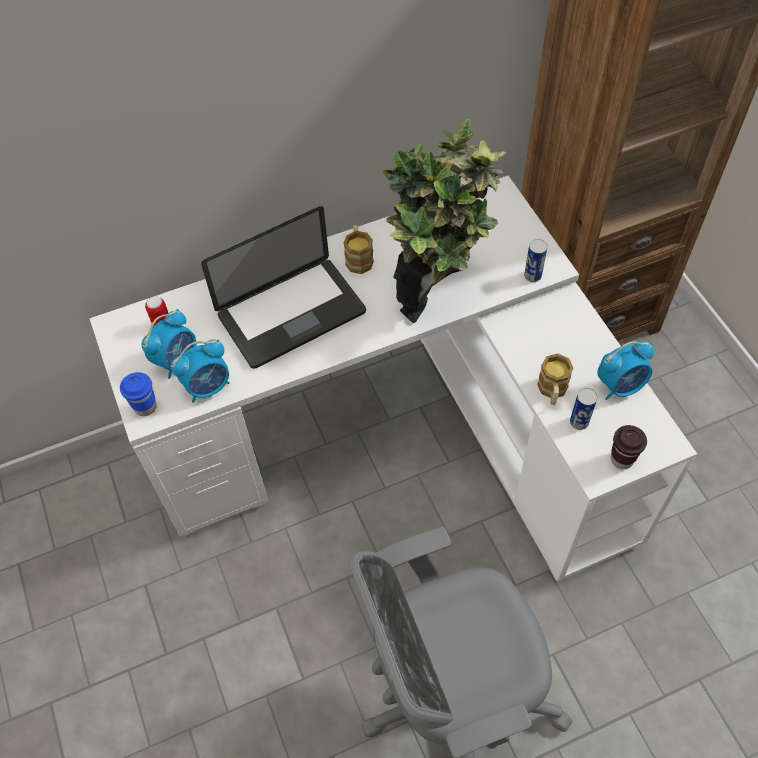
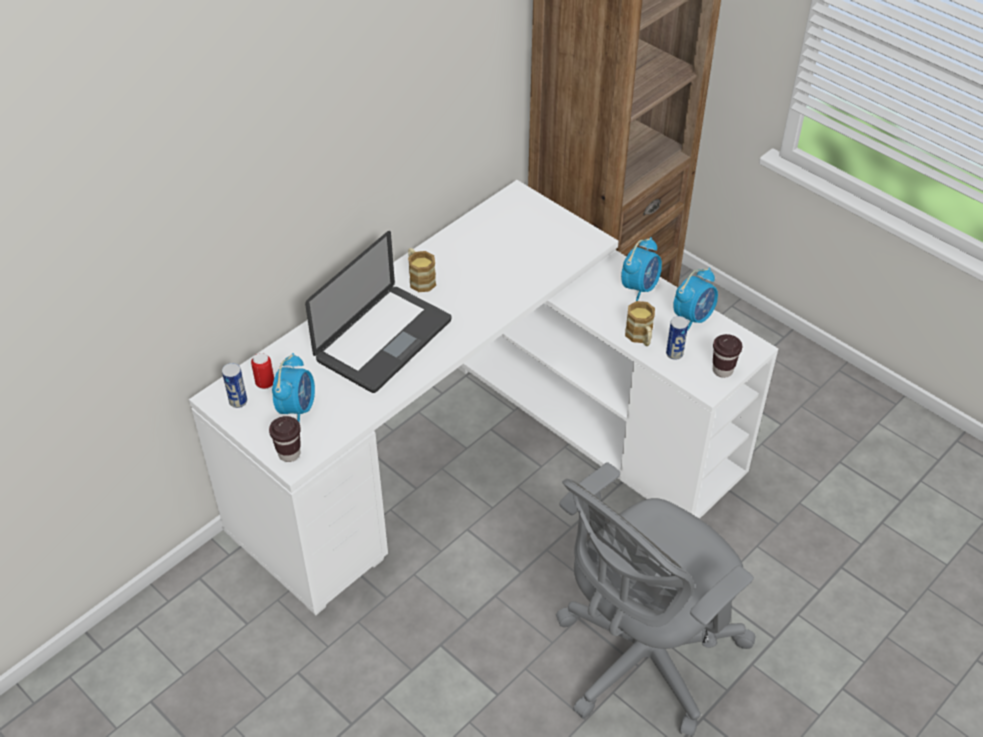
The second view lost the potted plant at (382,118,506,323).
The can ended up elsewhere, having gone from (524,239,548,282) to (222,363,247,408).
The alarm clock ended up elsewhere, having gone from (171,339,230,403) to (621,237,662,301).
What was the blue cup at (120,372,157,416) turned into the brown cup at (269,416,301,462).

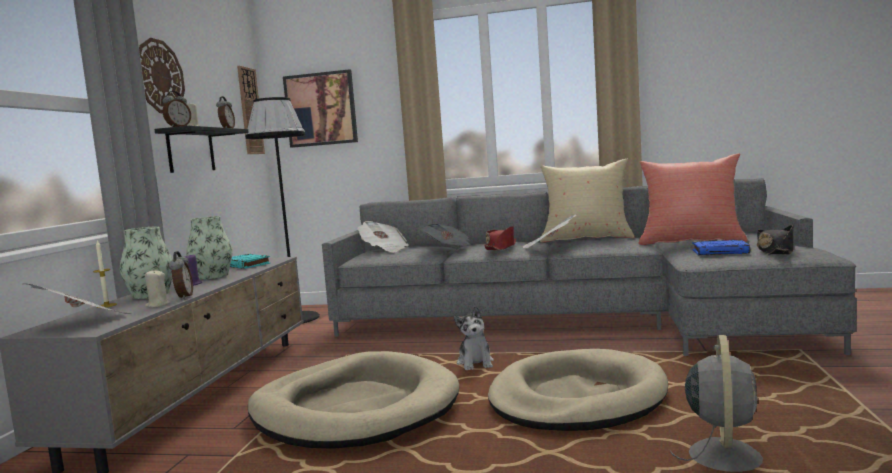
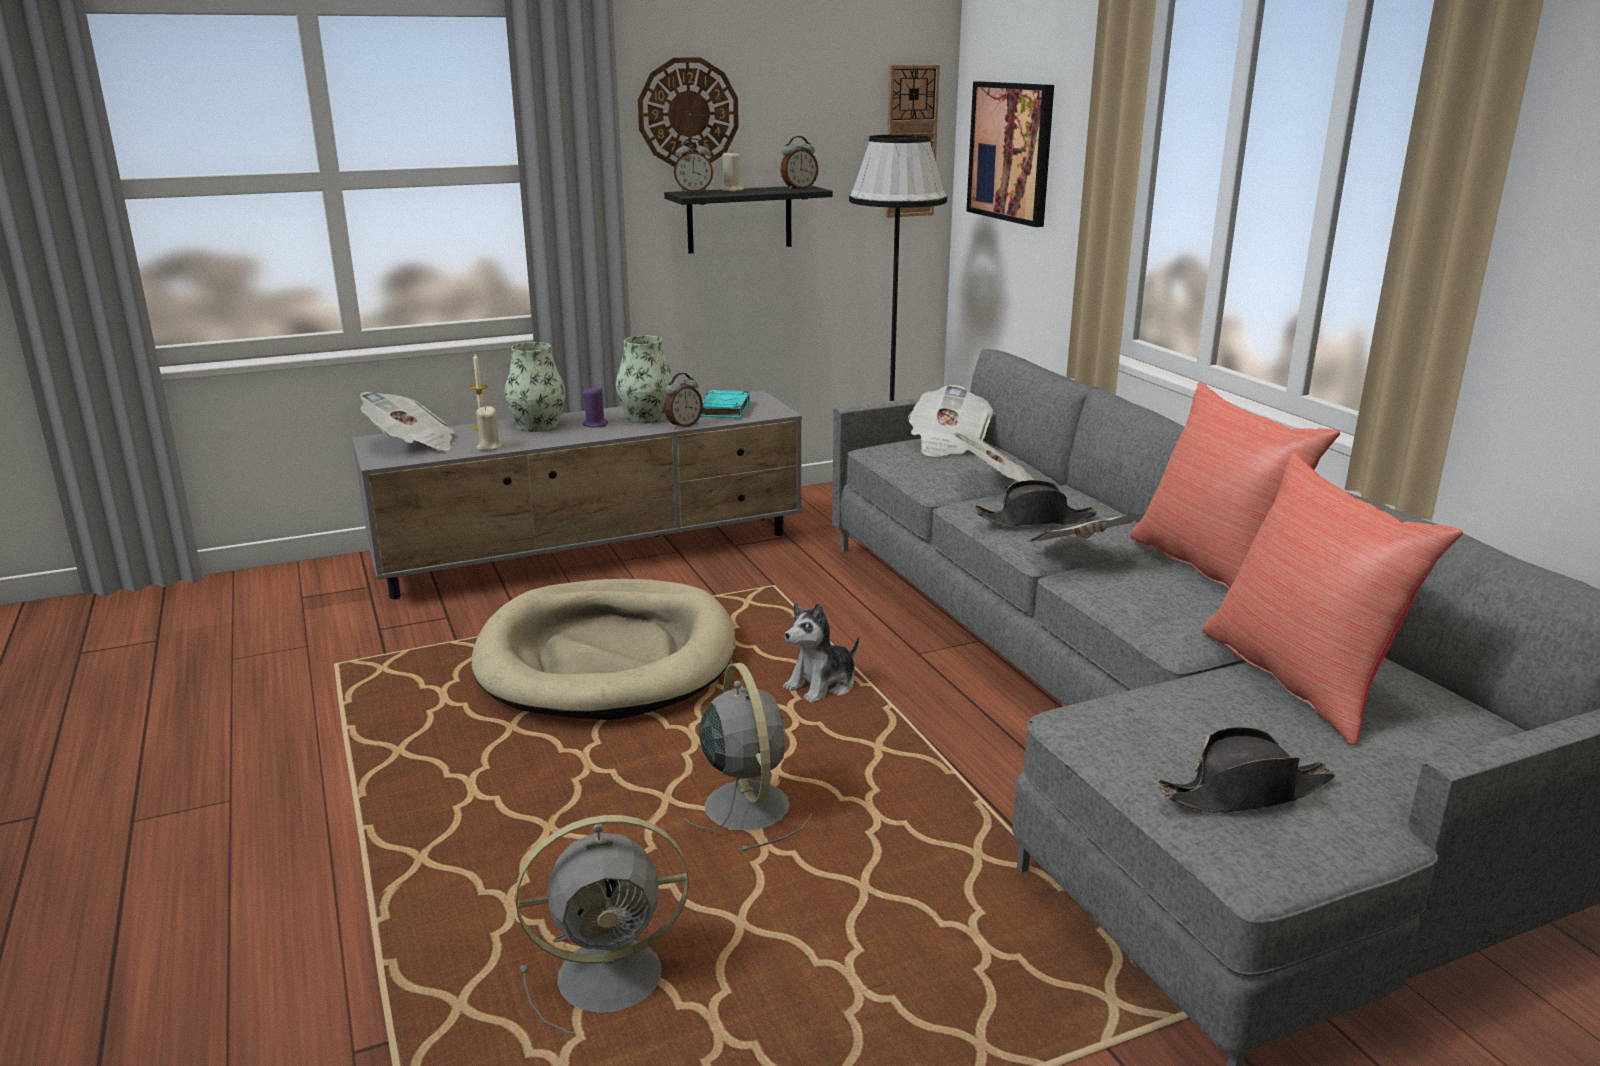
What was the beige pillow at (540,159,634,242) turned into the red pillow at (1130,382,1340,589).
What was the red hat at (484,226,516,250) turned into the black hat at (974,480,1097,526).
The second view lost the blue book at (692,240,750,255).
The alarm clock ended up elsewhere, having gone from (169,251,193,299) to (664,373,703,429).
Where the beige dog bed stood at (488,349,668,431), the grey fan came to stand at (684,663,812,852).

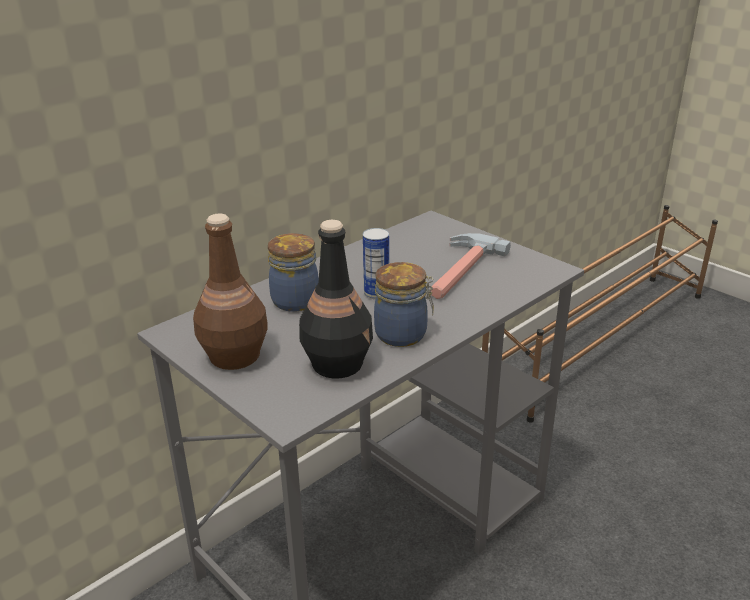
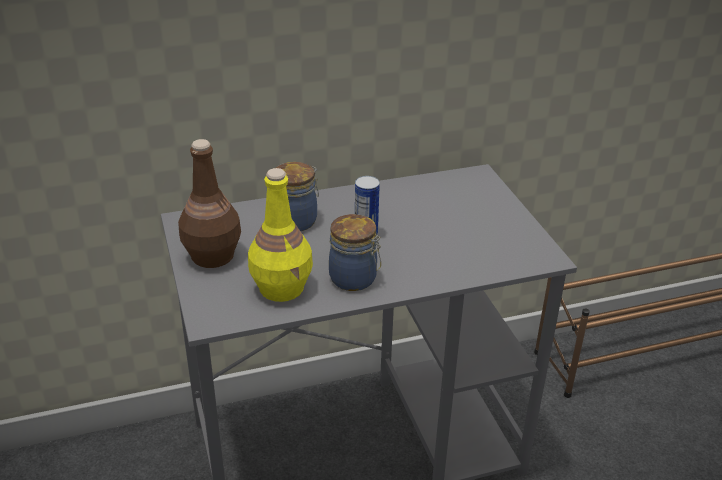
What was the black bottle at (299,220,373,379) turned into the yellow bottle at (248,168,313,302).
The second view lost the hammer at (431,233,511,299).

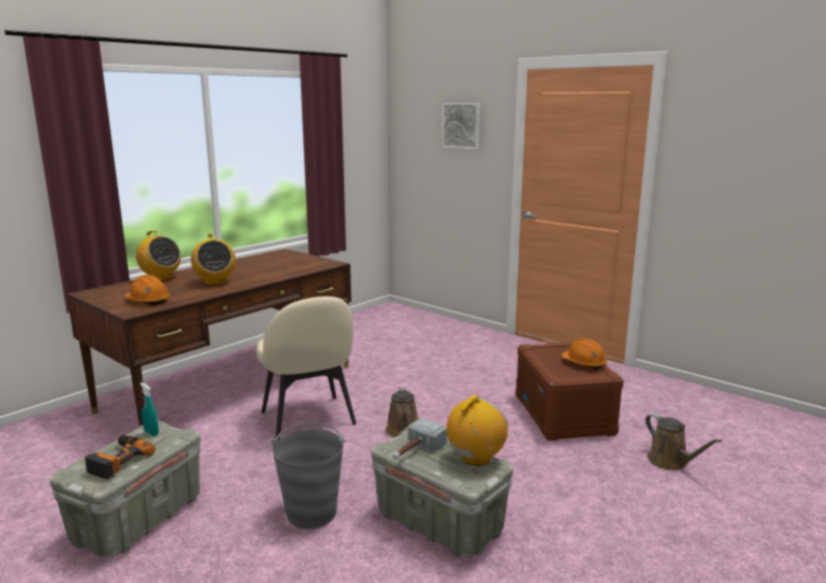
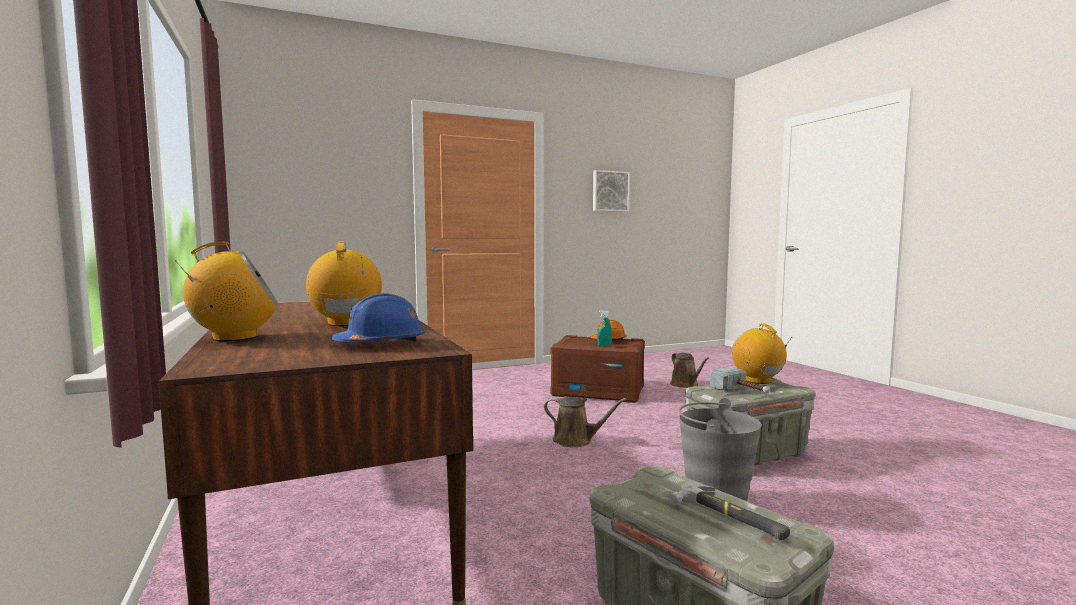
The picture ended up elsewhere, having gone from (442,103,481,149) to (593,170,630,212).
The radio at (191,233,236,285) ended up facing another way, 105 degrees counterclockwise from before.
What was the orange hard hat at (125,275,170,305) turned into the blue hard hat at (332,293,425,343).
The second view lost the beige chair at (256,296,356,440).
The turquoise spray bottle ended up elsewhere, having gone from (140,382,159,436) to (597,310,612,347).
The brown watering can at (645,413,722,470) ended up facing another way, 75 degrees clockwise from before.
Where the power drill stood at (85,435,155,479), the hammer came to stand at (668,484,790,540).

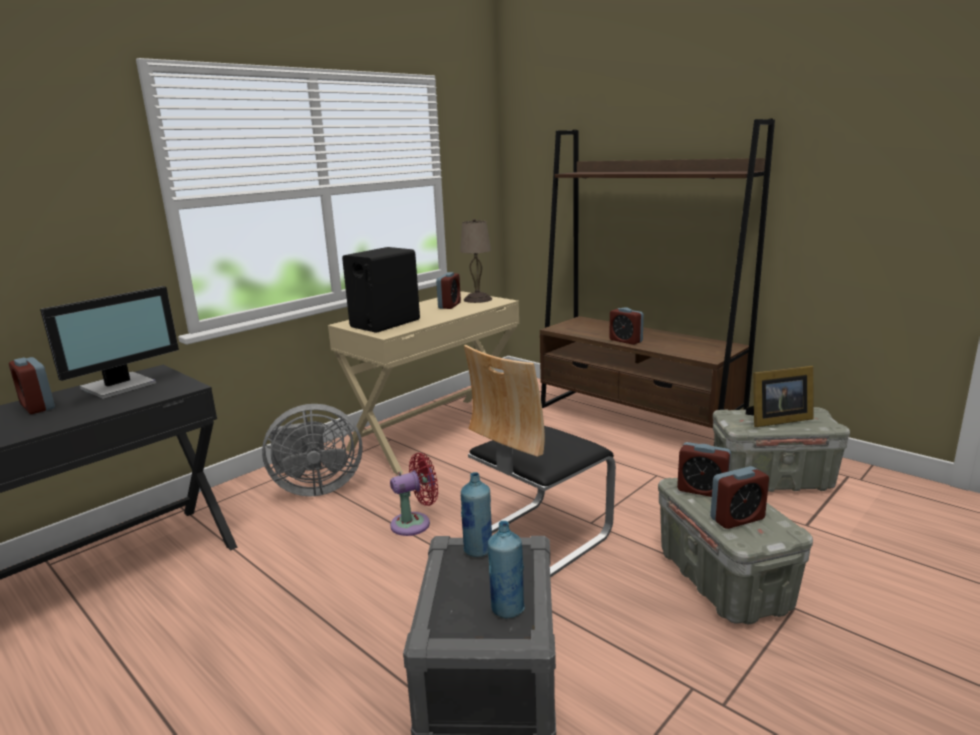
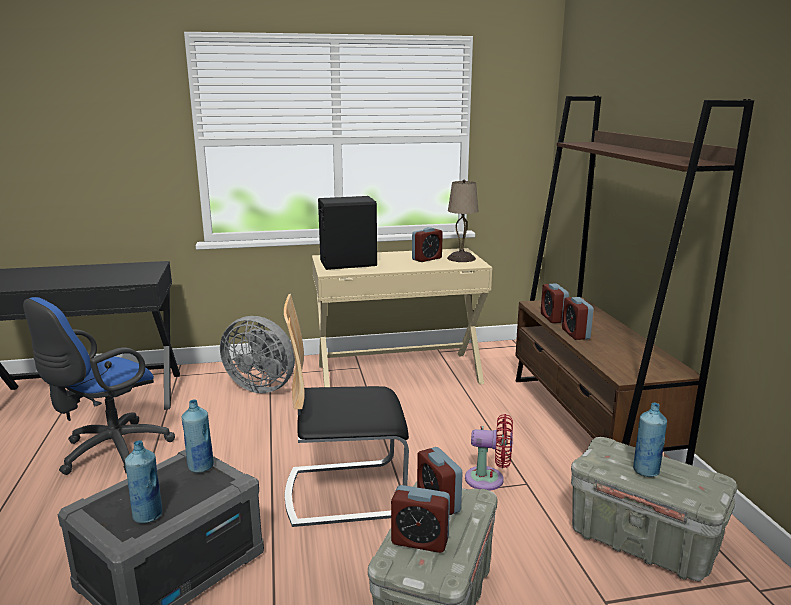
The second view lost the monitor at (40,286,179,399).
The alarm clock ended up elsewhere, having gone from (9,357,55,414) to (541,284,569,323).
Where the picture frame stood at (746,366,813,427), the blue bottle came to stand at (633,403,667,477).
The red fan ended up elsewhere, having gone from (390,453,438,536) to (465,414,513,491).
The second view gained the blue office chair at (23,297,175,475).

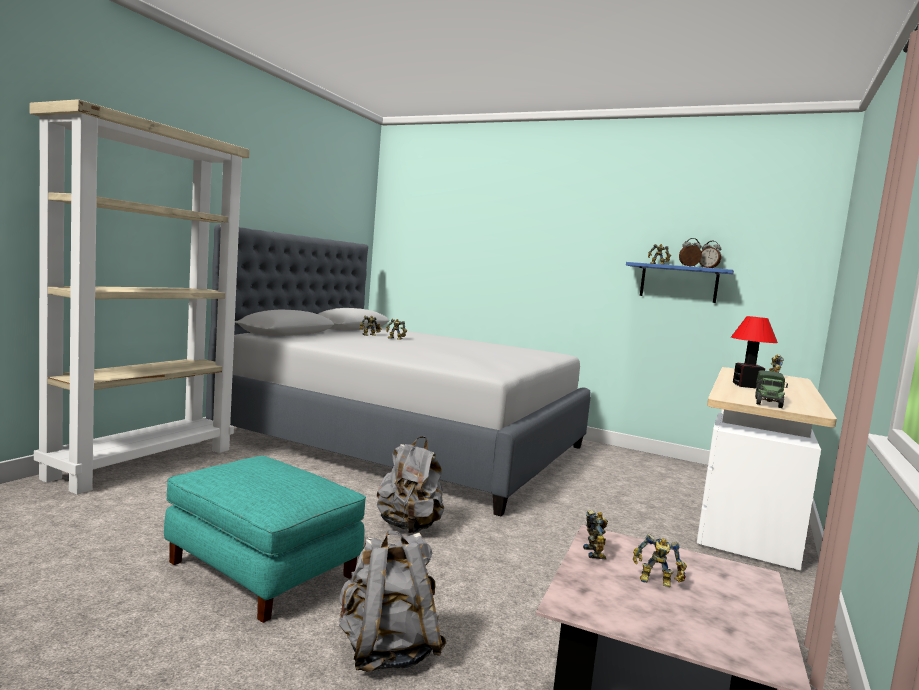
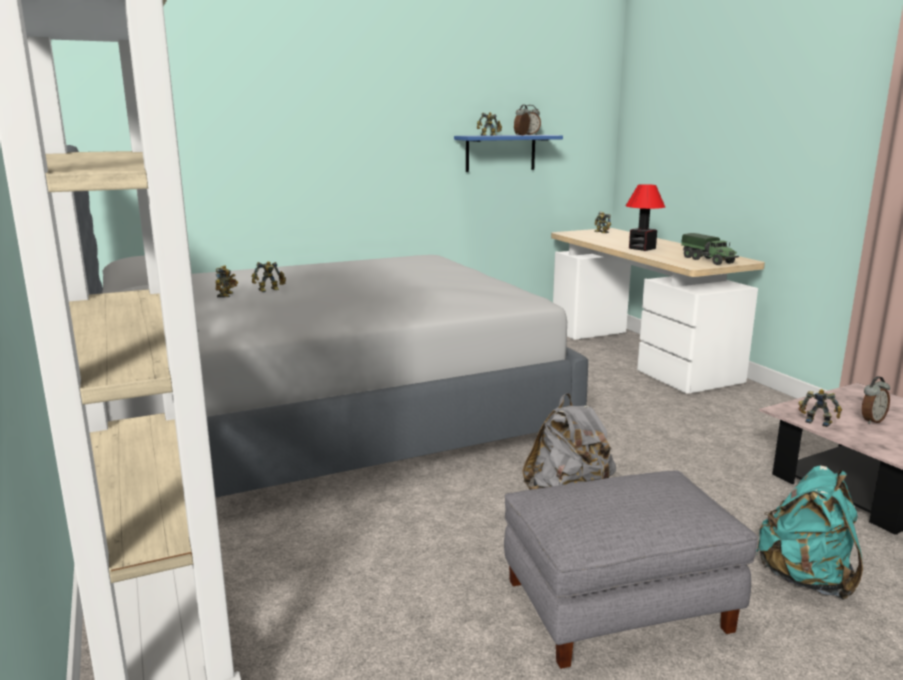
What was the turquoise ottoman at (164,456,366,623) turned into the grey ottoman at (504,470,759,669).
What was the grey backpack at (339,530,446,672) turned into the turquoise backpack at (756,465,863,600).
Where the toy robot stood at (633,534,687,587), the alarm clock came to stand at (862,376,890,424).

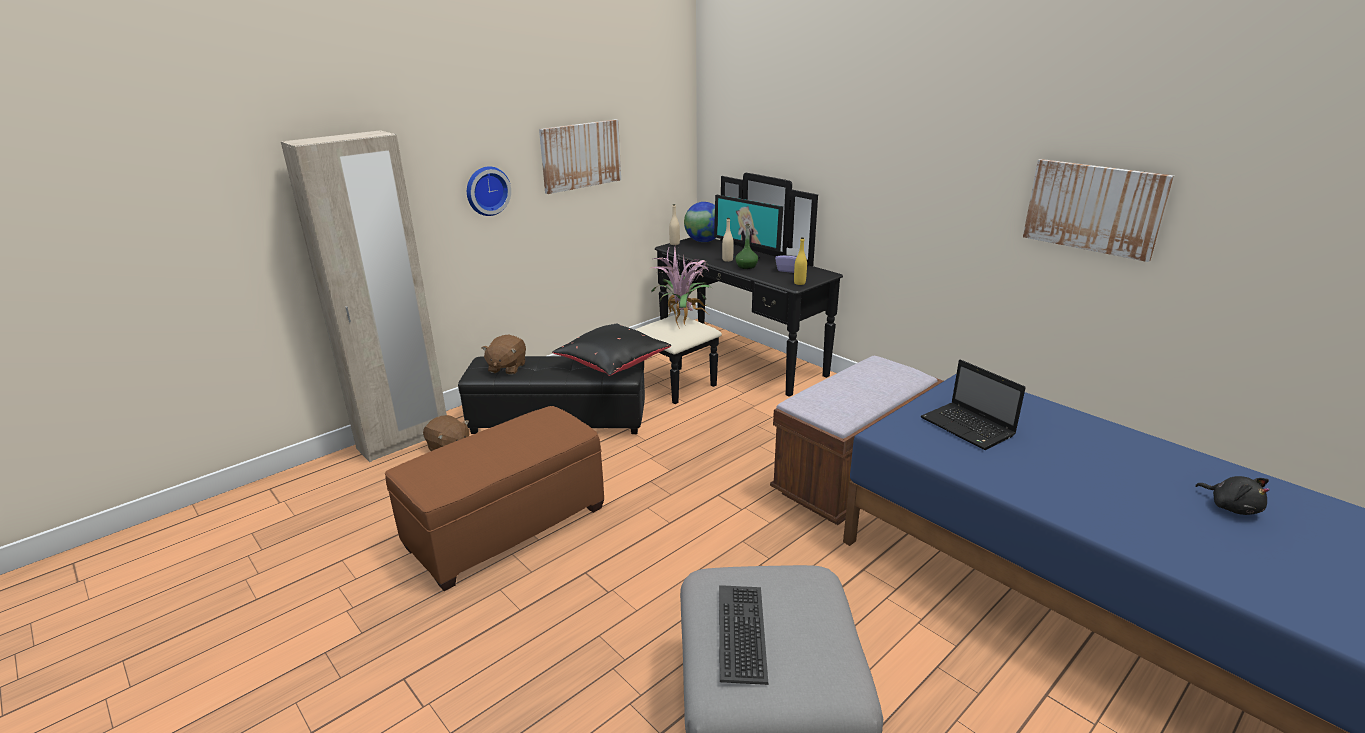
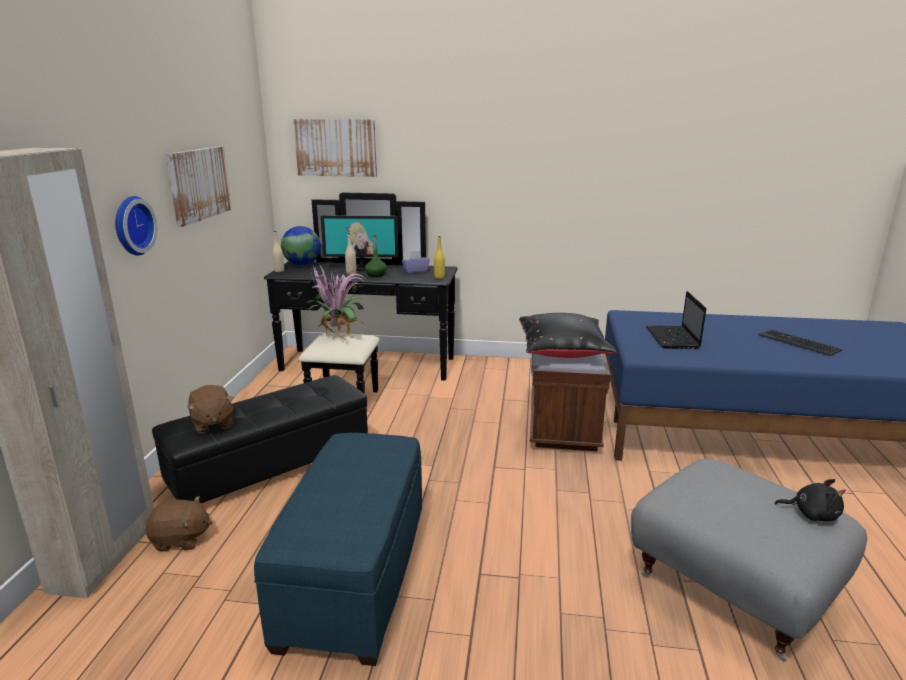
The picture ended up elsewhere, having gone from (1023,159,1174,262) to (293,119,377,177).
The black pillow ended up elsewhere, having gone from (552,324,671,376) to (519,313,617,358).
The laptop at (921,359,1026,450) ended up facing another way, 75 degrees clockwise from before.
What was the brown ottoman at (385,406,604,591) turned into the blue ottoman at (254,433,422,666).
The black plush toy ended up elsewhere, having gone from (1195,476,1270,515) to (775,479,846,521).
The keyboard ended up elsewhere, having gone from (719,585,768,685) to (758,329,842,356).

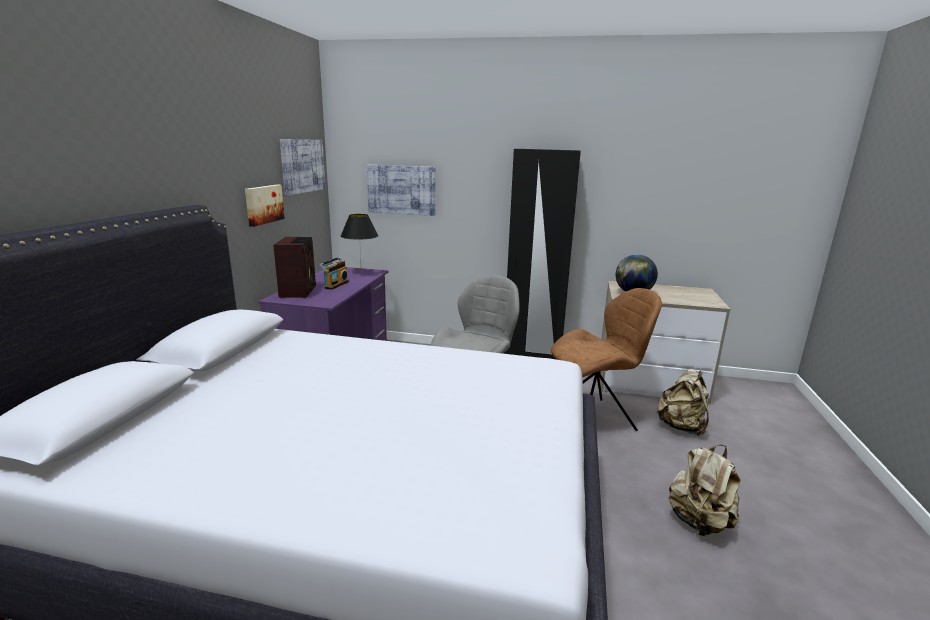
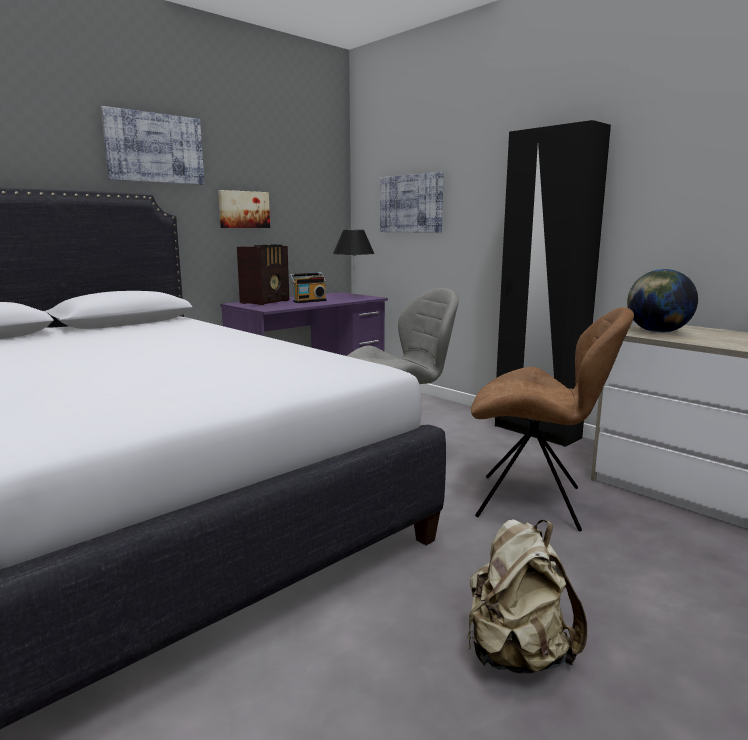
The picture ended up elsewhere, having gone from (280,139,326,196) to (101,106,204,185).
The second view lost the beige backpack at (657,369,709,436).

